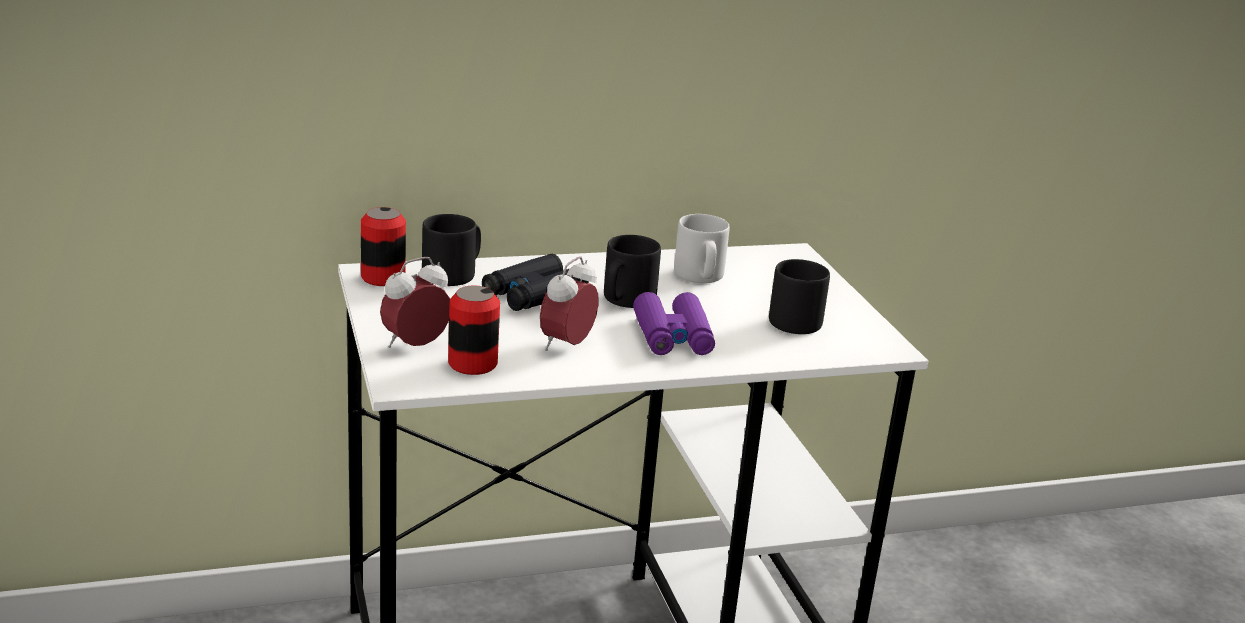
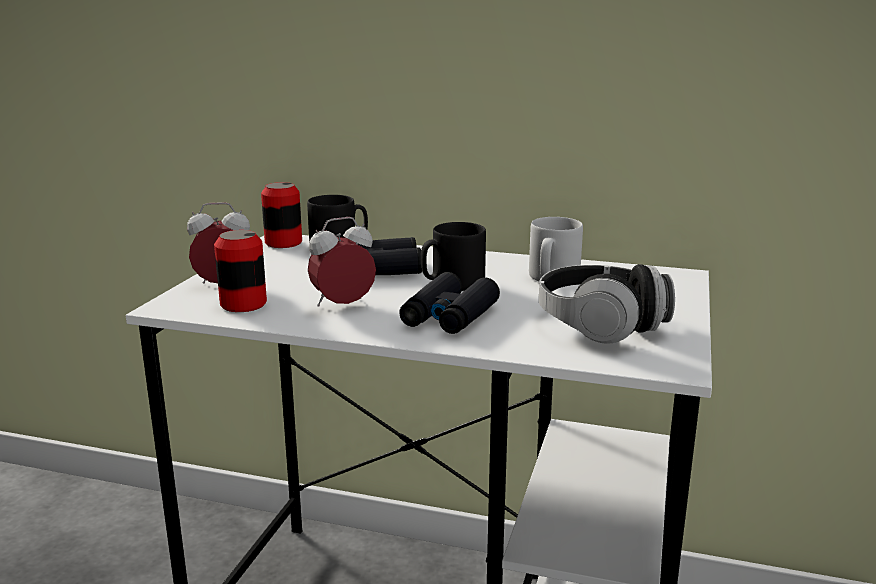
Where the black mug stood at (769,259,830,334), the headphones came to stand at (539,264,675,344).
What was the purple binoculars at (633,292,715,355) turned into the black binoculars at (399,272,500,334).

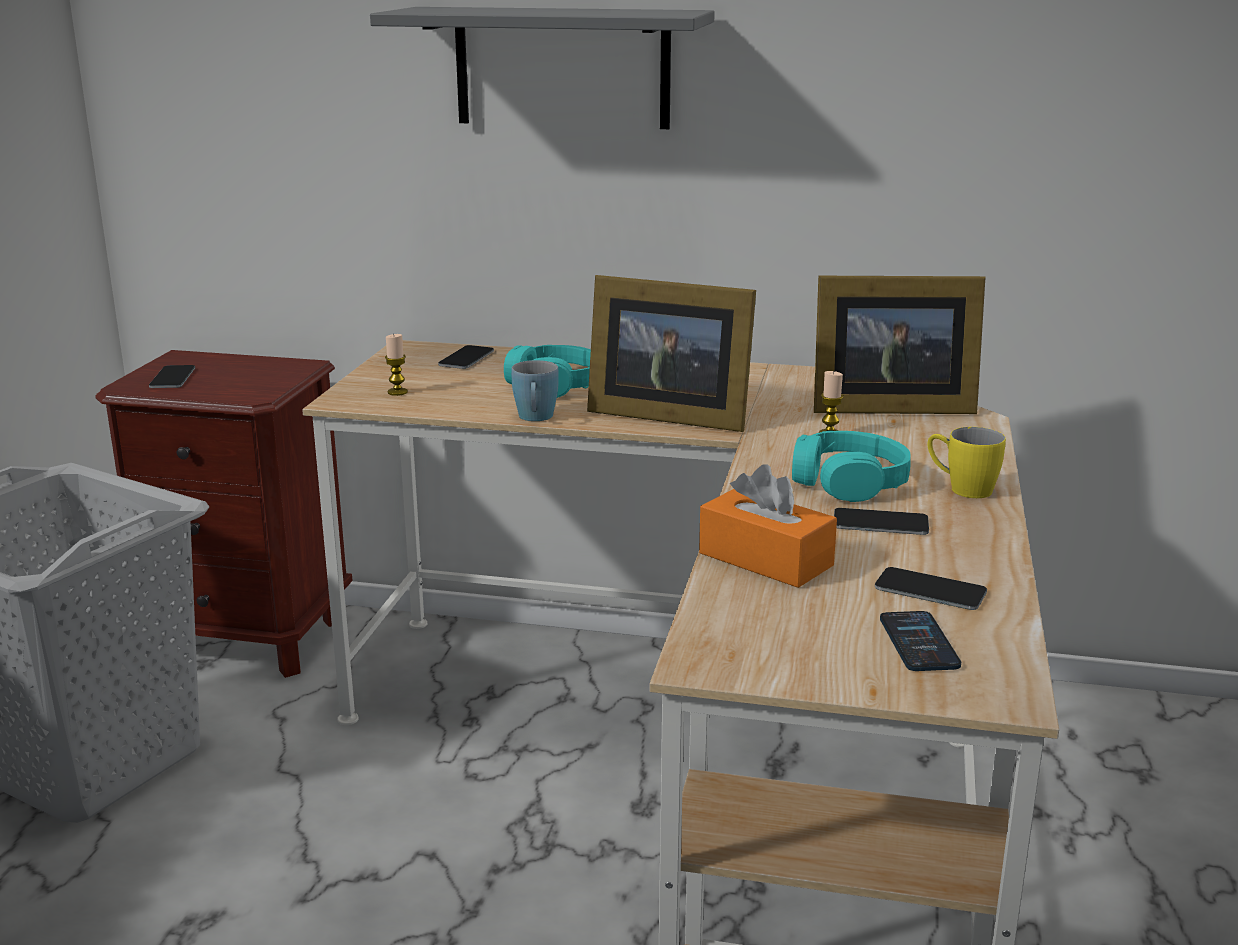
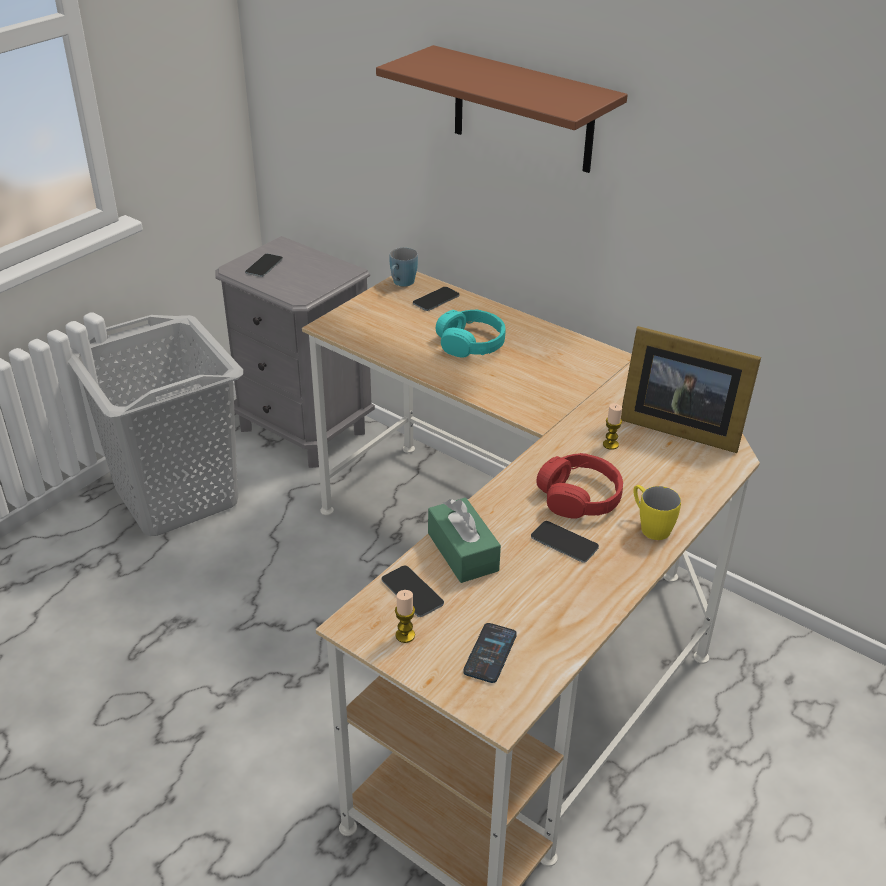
What was the grey shelf at (370,7,715,129) turned into the brown shelf at (376,45,628,173).
The second view lost the picture frame at (587,275,756,432).
The candle ended up elsewhere, having gone from (385,334,408,396) to (395,590,415,643).
What was the brown nightstand at (95,350,353,678) turned into the grey nightstand at (215,236,375,468).
The blue mug ended up elsewhere, having gone from (511,360,559,421) to (389,247,418,287).
What was the turquoise headphones at (792,431,911,502) turned into the red headphones at (536,453,623,519).
What was the orange tissue box at (699,464,837,588) turned into the green tissue box at (428,497,501,583).
The phone ended up elsewhere, having gone from (875,567,987,610) to (382,566,444,617).

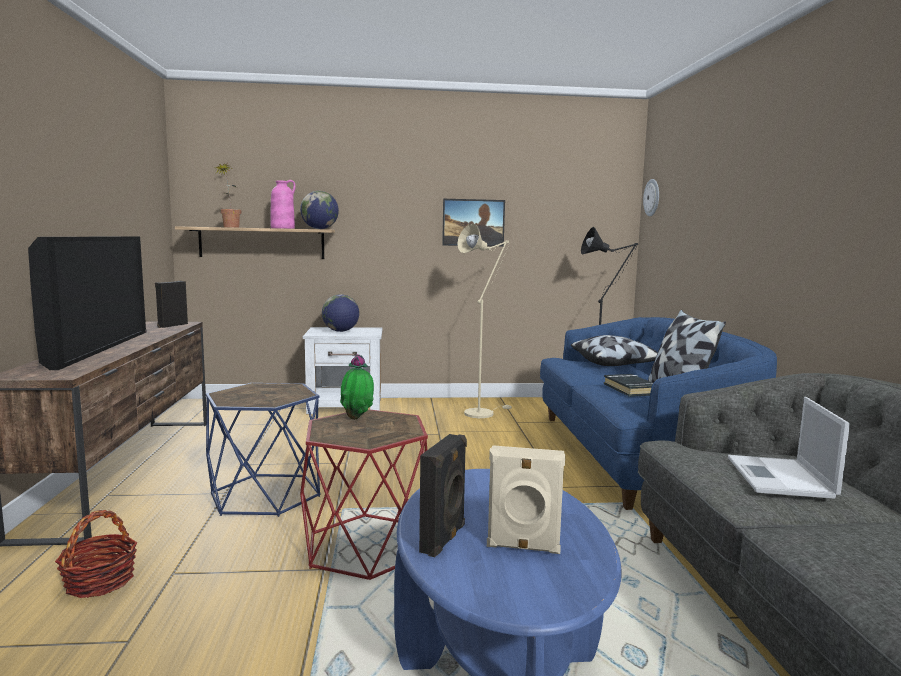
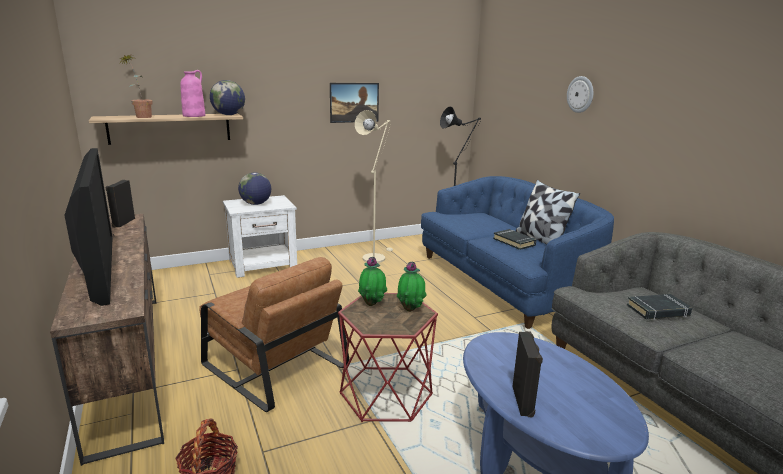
The wall clock ended up elsewhere, having gone from (643,179,659,216) to (567,76,593,113).
The second view lost the pillow at (571,335,658,366).
Where the blue side table stood at (206,383,321,517), the brown armchair came to stand at (199,257,349,412).
Where the laptop stood at (728,397,850,499), the black book came to stand at (627,294,692,320).
The second view lost the beige speaker at (487,445,565,554).
The second view gained the potted plant at (397,262,427,312).

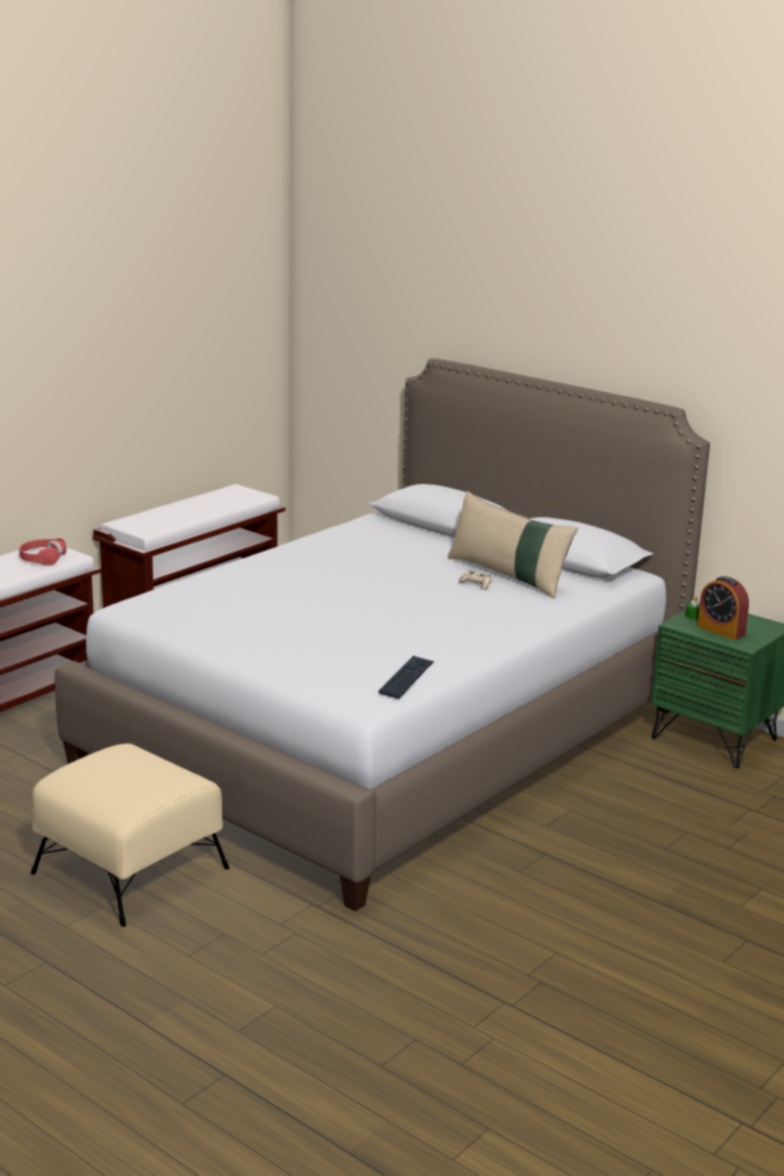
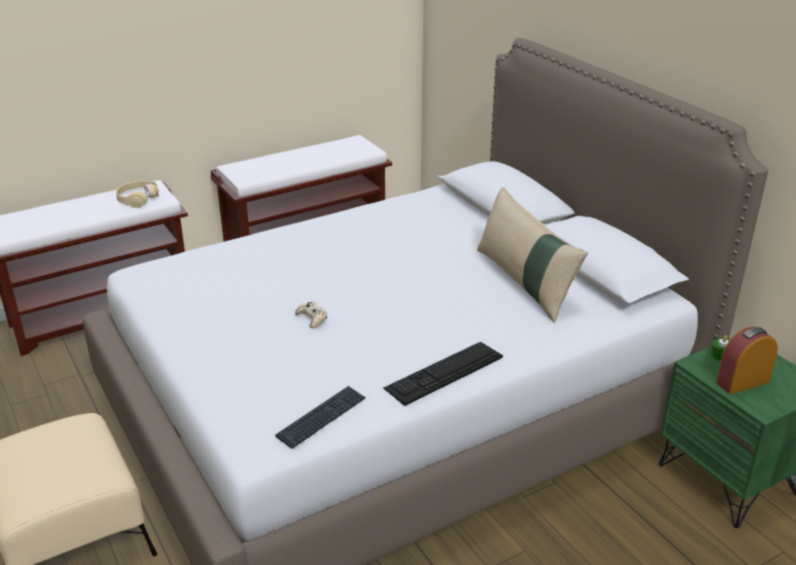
What was the red headphones at (19,538,67,565) turned into the beige headphones at (116,181,159,208).
The beige game controller ended up elsewhere, having gone from (459,571,492,590) to (295,302,327,328).
The alarm clock at (697,576,749,640) ended up facing another way, 90 degrees clockwise from before.
The second view gained the keyboard at (383,342,503,406).

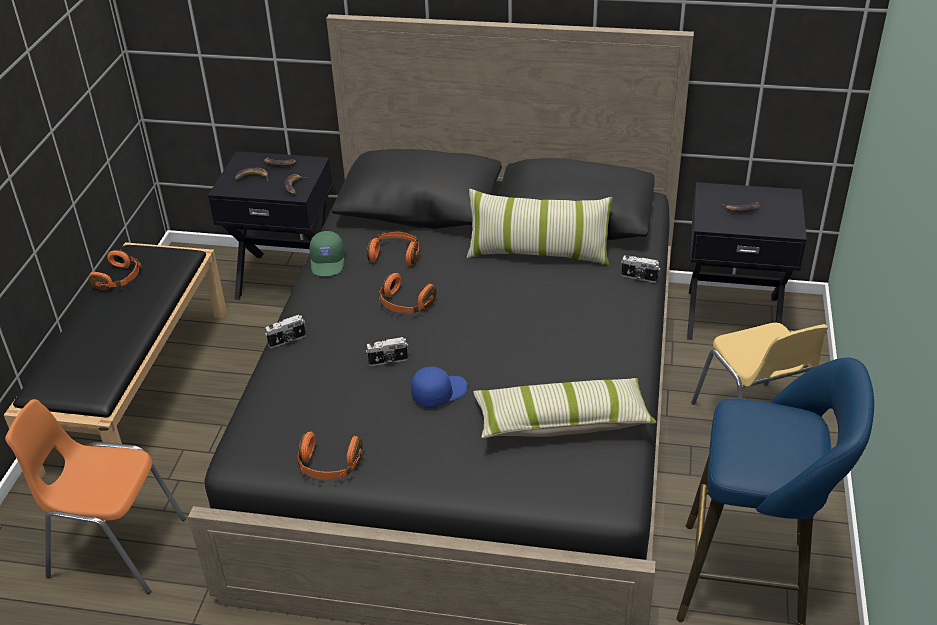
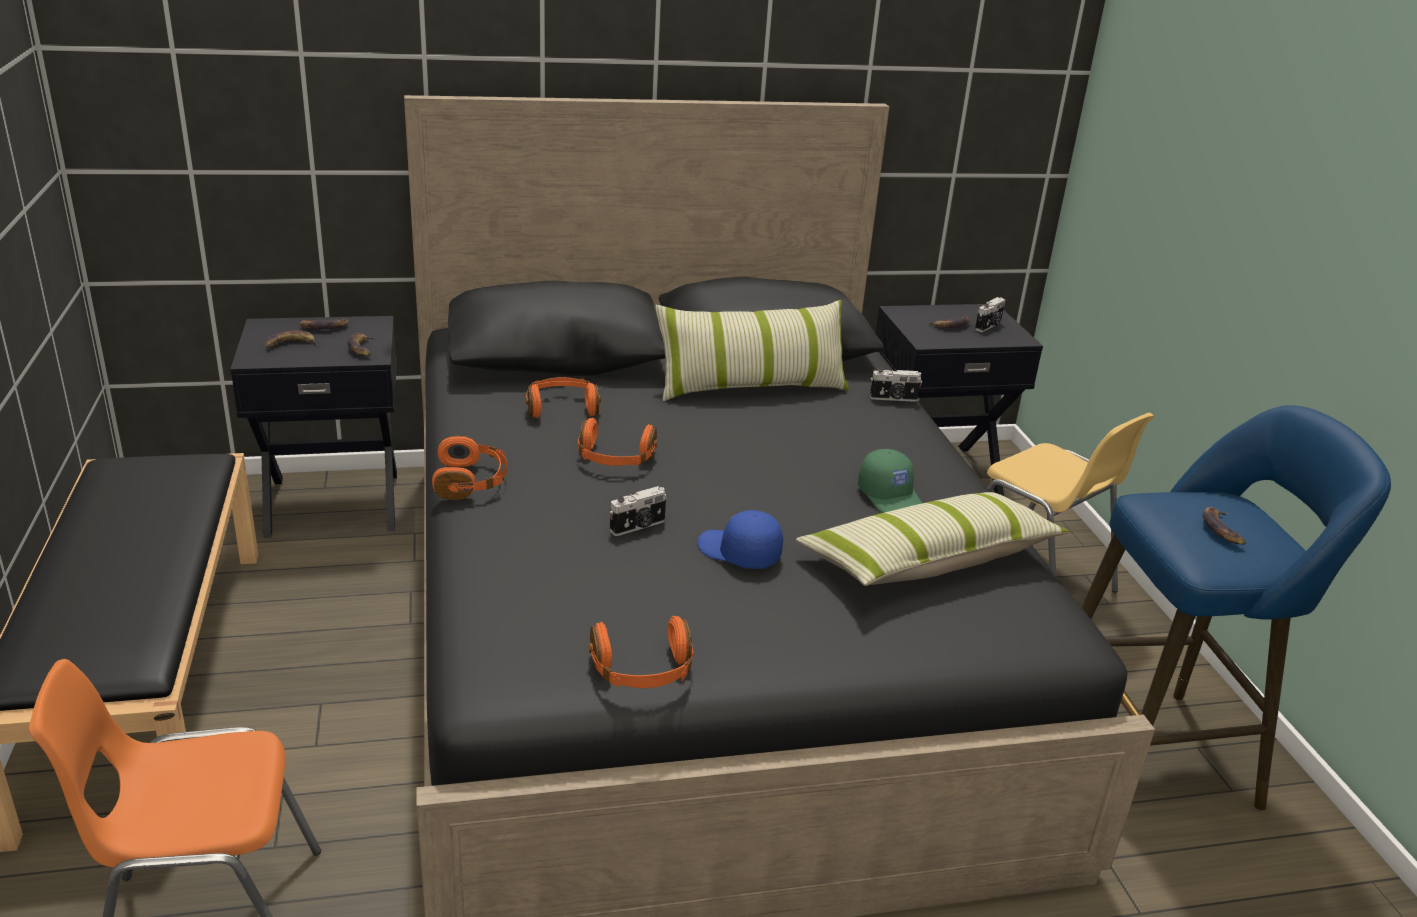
The green cap ended up elsewhere, having gone from (310,231,345,276) to (858,449,922,513).
The orange headphones ended up elsewhere, having gone from (89,250,142,291) to (432,435,507,500).
The photo camera ended up elsewhere, having gone from (265,315,306,348) to (975,297,1005,332).
The blue cap at (411,366,467,408) ended up facing another way, 90 degrees counterclockwise from before.
The second view gained the banana at (1203,507,1246,545).

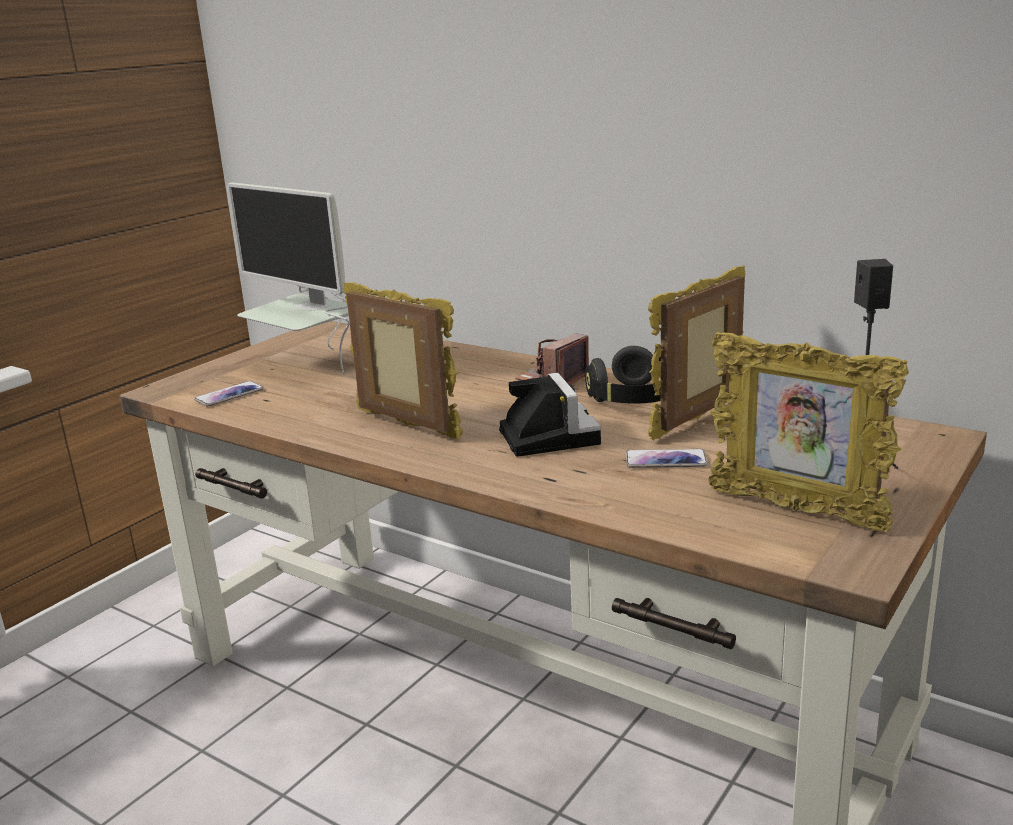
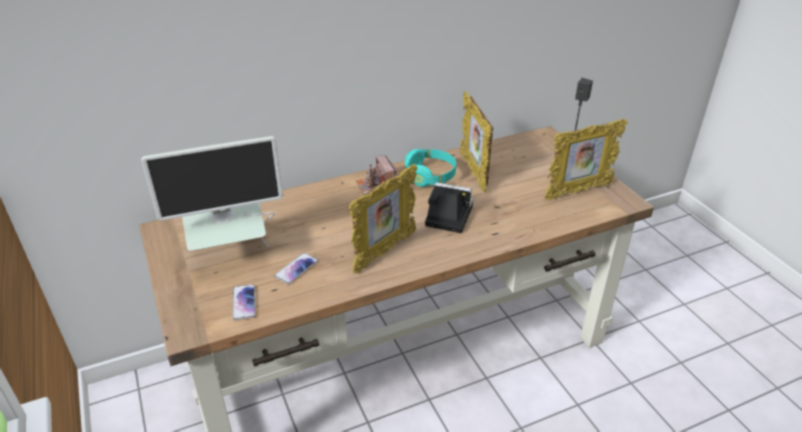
The picture frame at (343,282,463,440) ended up facing another way, 150 degrees clockwise from before.
What was the black headphones at (585,346,661,404) turned into the turquoise headphones at (405,149,456,187).
The phone ended up elsewhere, having gone from (626,449,708,468) to (274,253,318,285).

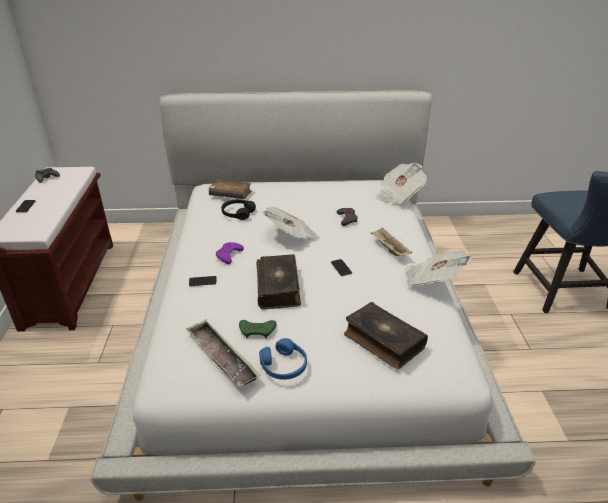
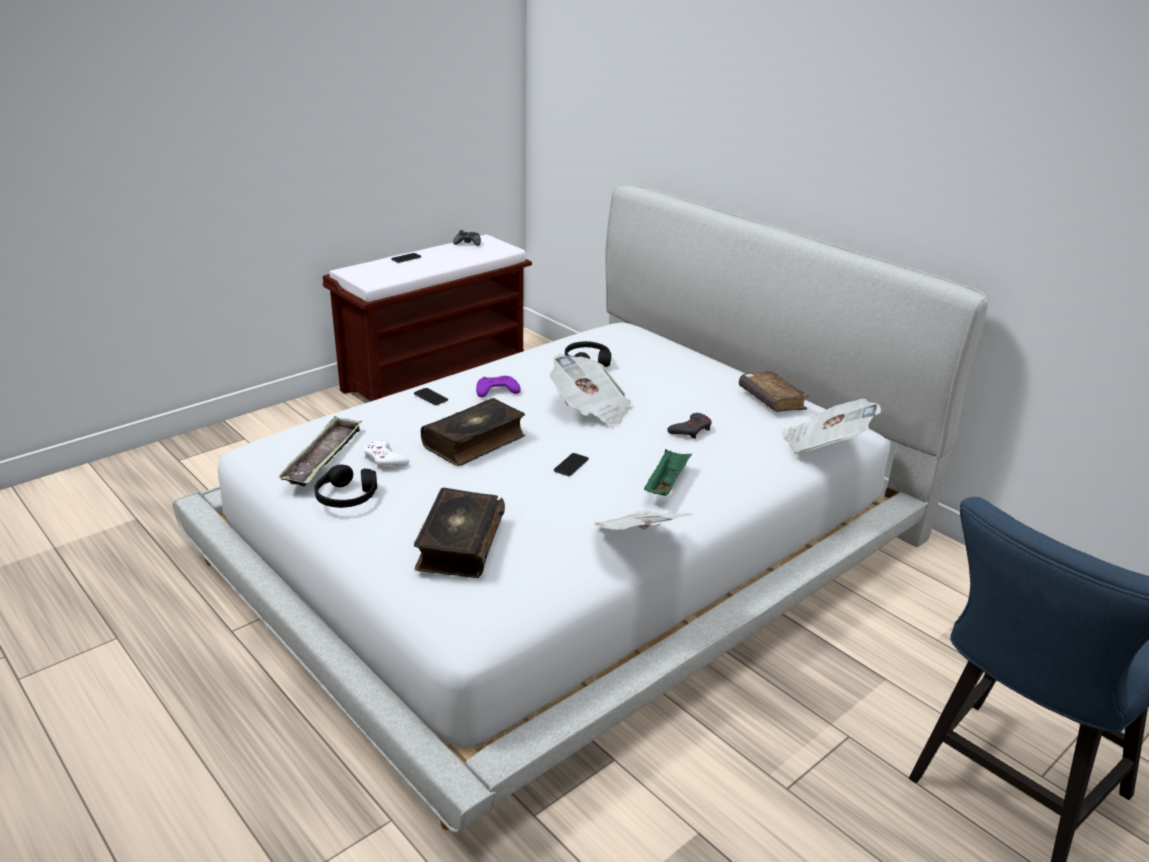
The brown book ended up elsewhere, having gone from (209,180,252,199) to (739,371,810,412).
What was the beige tray at (371,227,412,256) turned into the green tray at (644,449,692,496).
What was the green game controller at (239,320,277,339) turned into the white game controller at (364,440,409,469).
What was the blue headphones at (259,338,307,380) turned into the black headphones at (314,465,377,508).

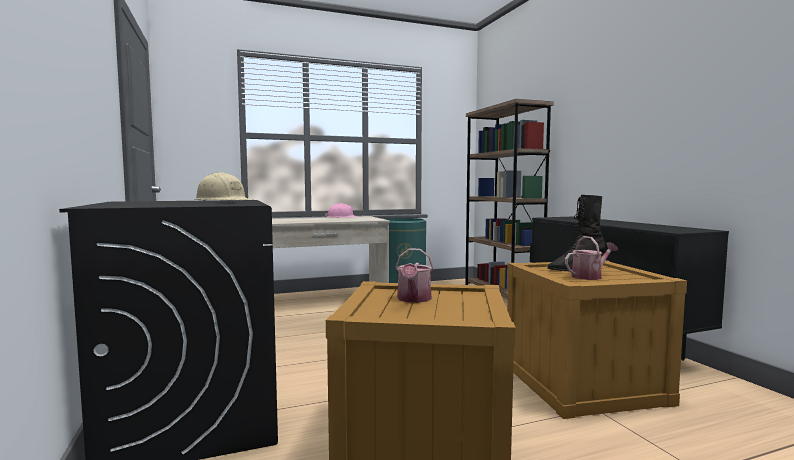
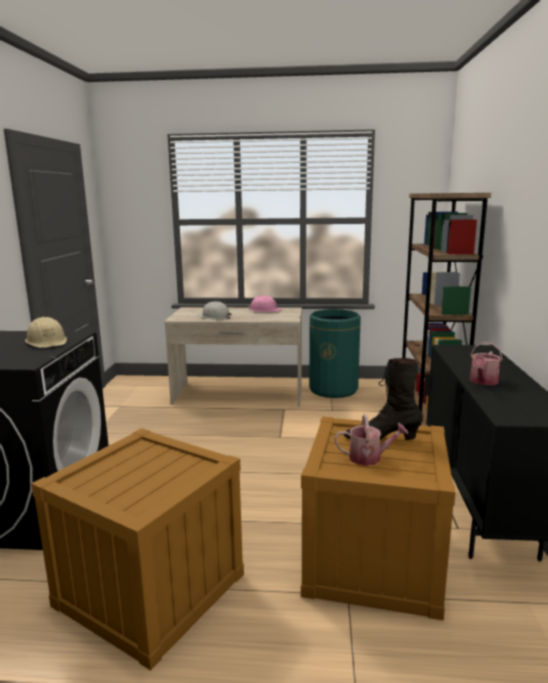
The watering can ended up elsewhere, having gone from (395,248,434,303) to (470,342,503,385).
The second view gained the white hard hat at (198,301,231,320).

